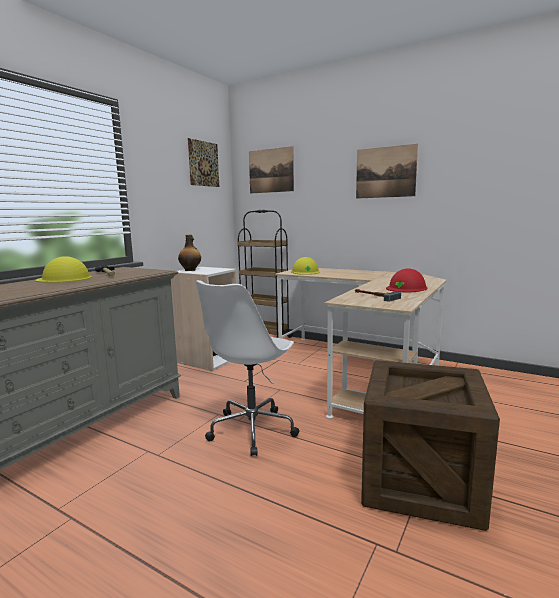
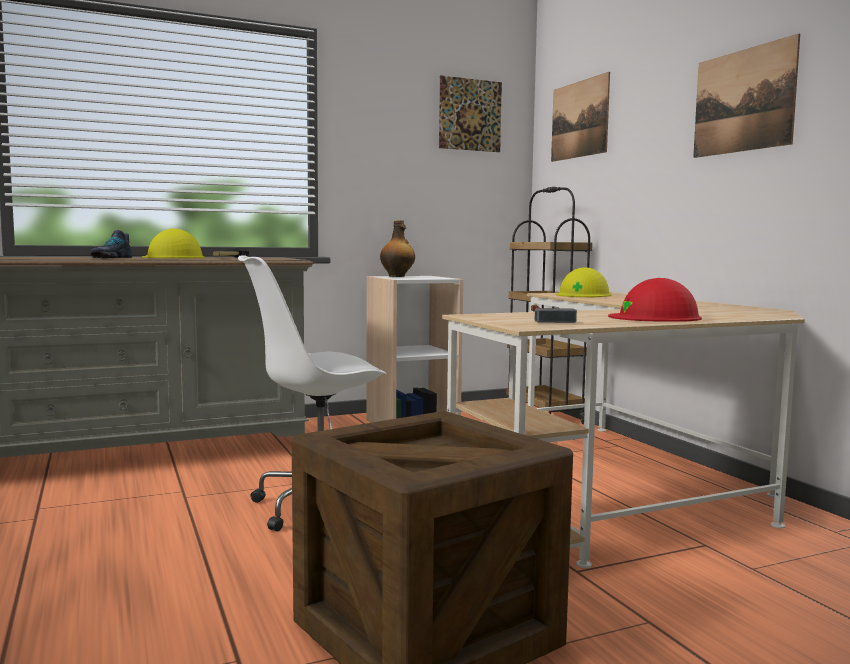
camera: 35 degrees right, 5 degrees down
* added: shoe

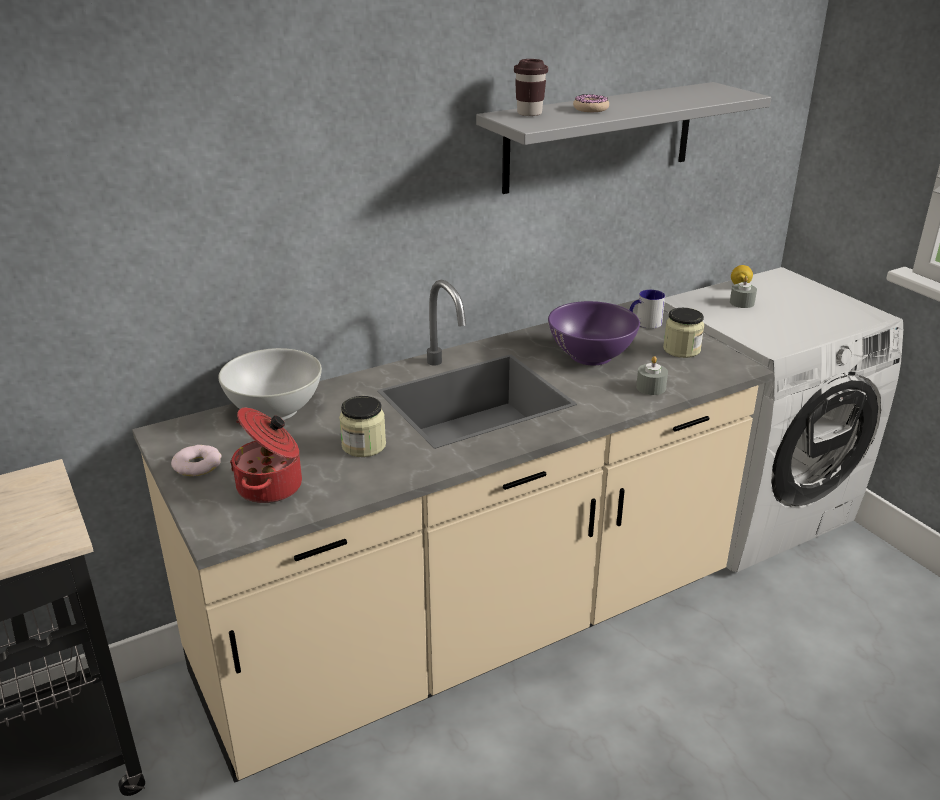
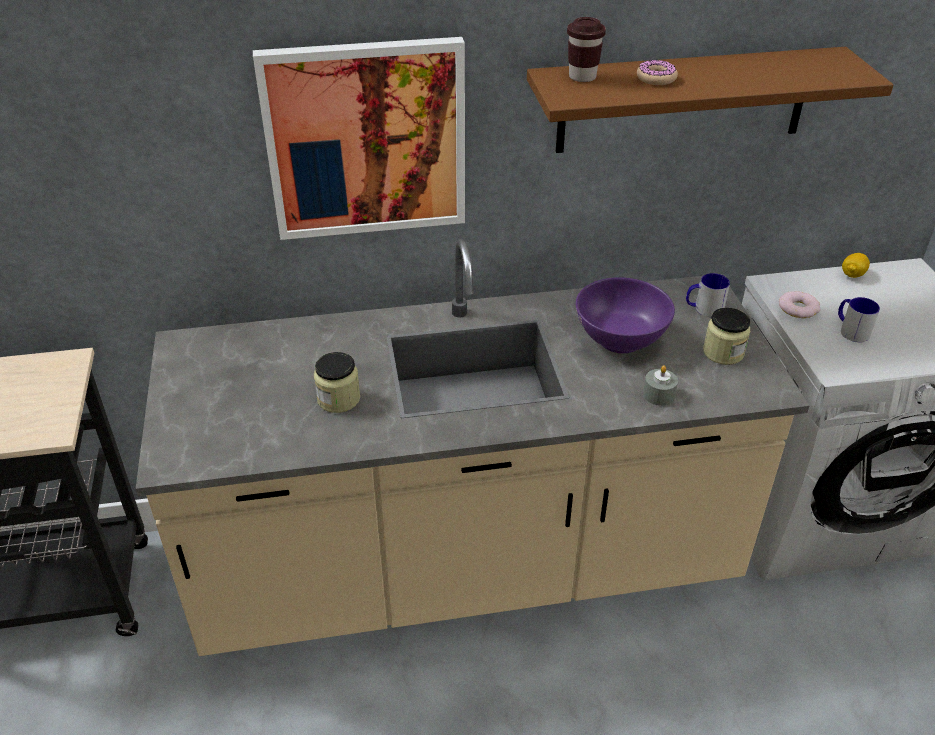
camera: 20 degrees right, 10 degrees up
* removed: serving bowl (white-coloured)
* removed: stockpot
* removed: candle (grey) (2nd from left)
* added: picture
* added: tea mug (2nd from left)
* moved: doughnut (1st from left in the first image) to doughnut (2nd from left)
* recoloured: bracket shelf (grey) to bracket shelf (brown-coloured)

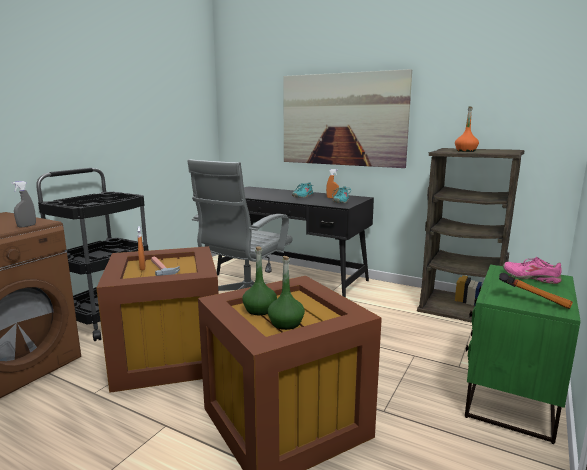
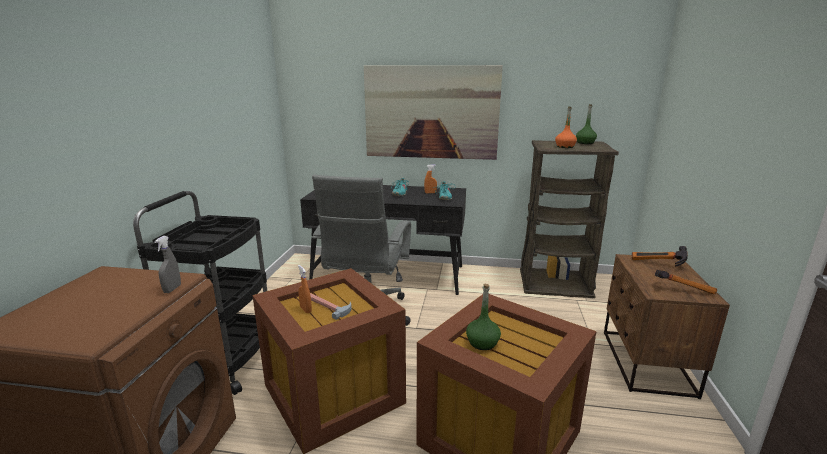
camera: 20 degrees left, 5 degrees up
* moved: bottle (green-coloured) (2nd from left)
* replaced: shoe (pinkish) to hand hammer (2nd from left)
* recoloured: nightstand (green-coloured) to nightstand (brown-coloured)

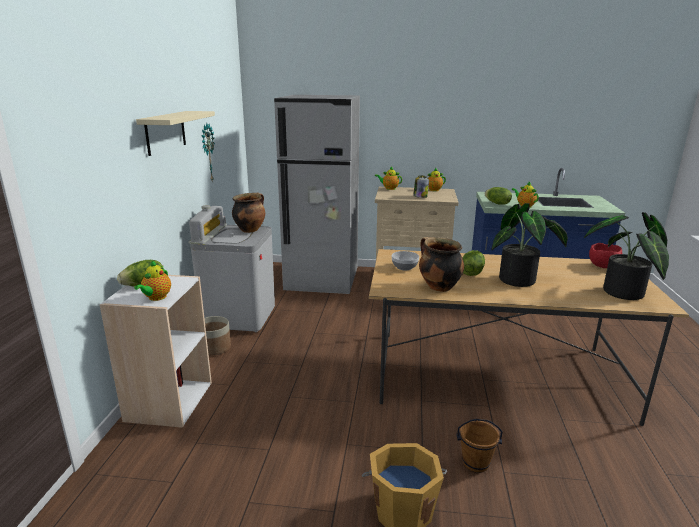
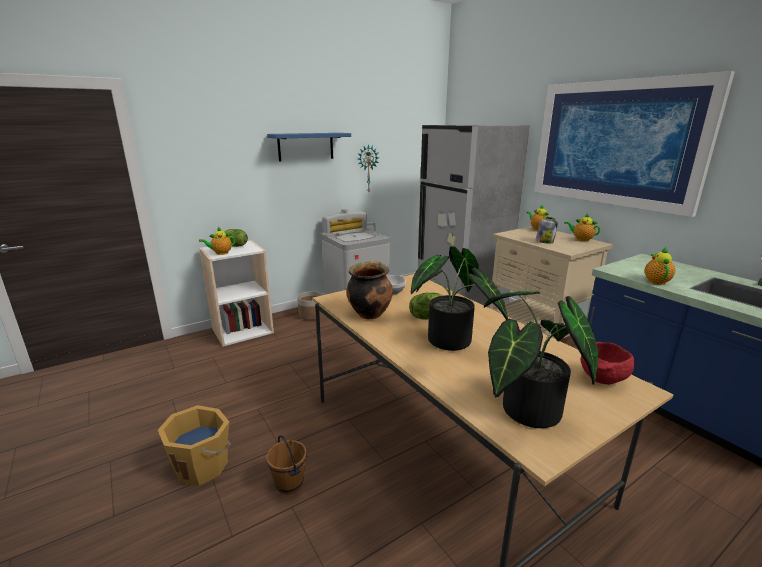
camera: 50 degrees right, 0 degrees up
* removed: stockpot (1st from left)
* removed: head of lettuce (3rd from left)
* added: picture
* recoloured: bracket shelf (sand-coloured) to bracket shelf (blue)

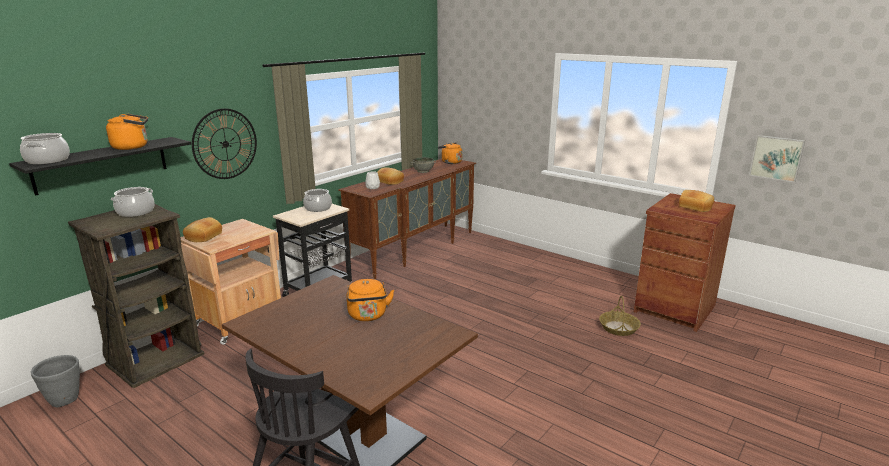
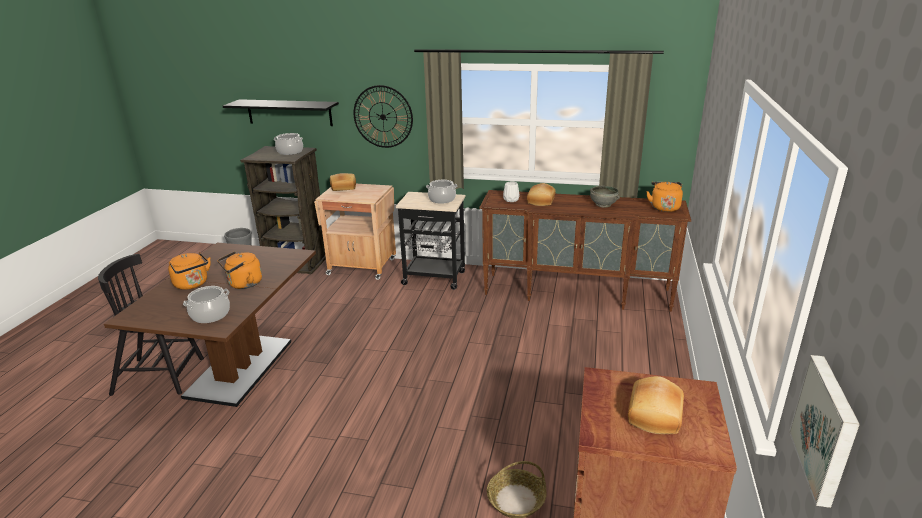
camera: 65 degrees right, 5 degrees up
* moved: stockpot (1st from left)
* moved: water kettle (orangey) (1st from left)

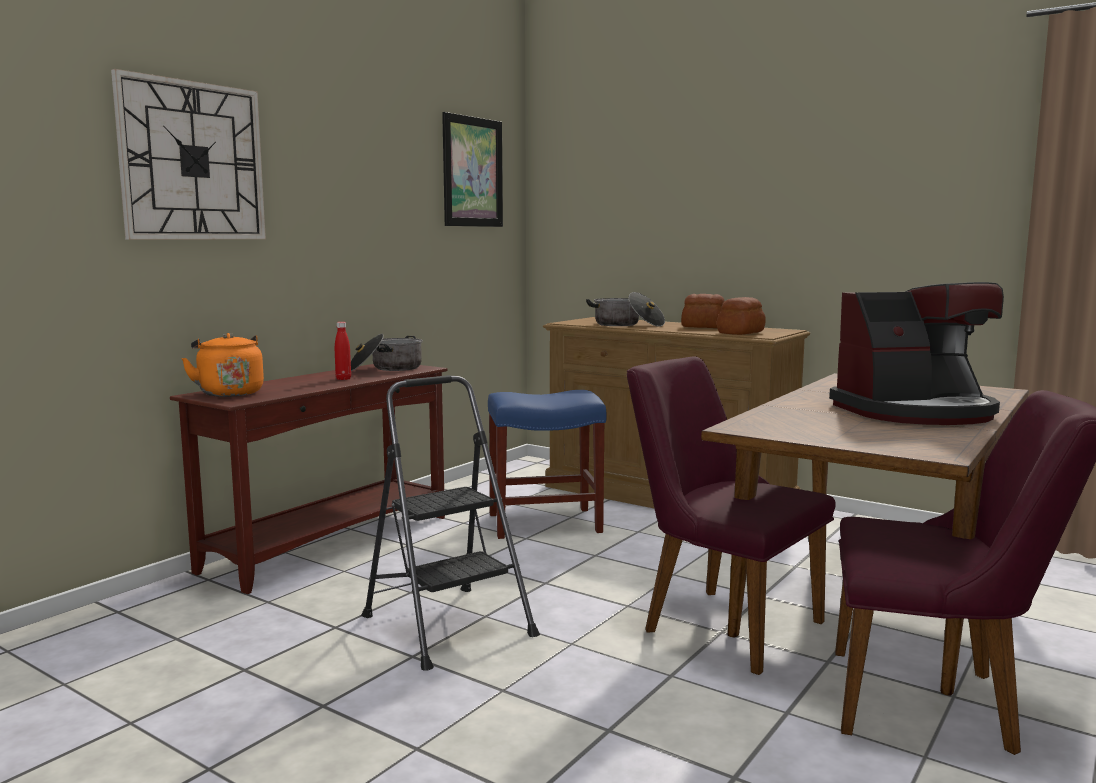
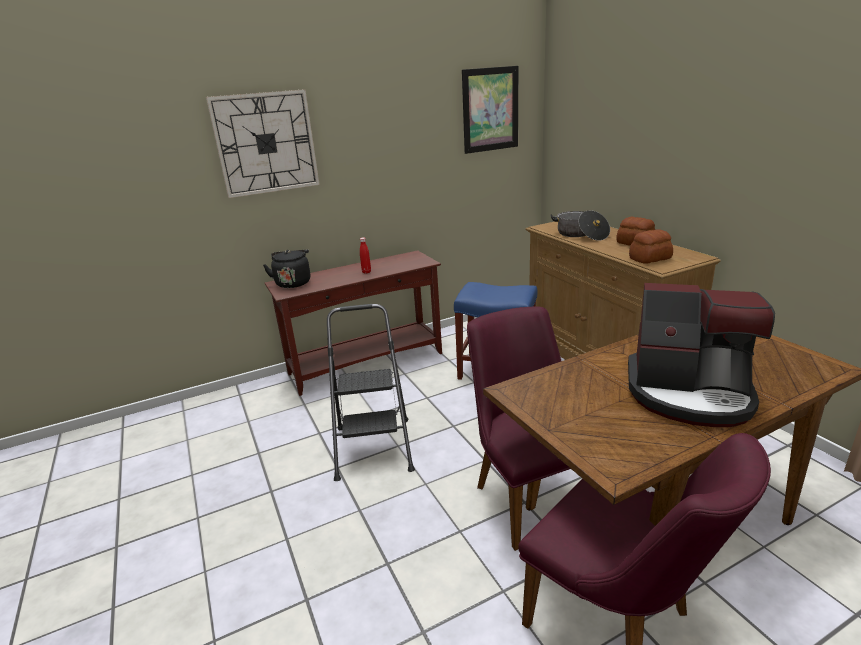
camera: 30 degrees right, 15 degrees up
* removed: stockpot (1st from left)
* recoloured: water kettle (orangey) to water kettle (black-coloured)

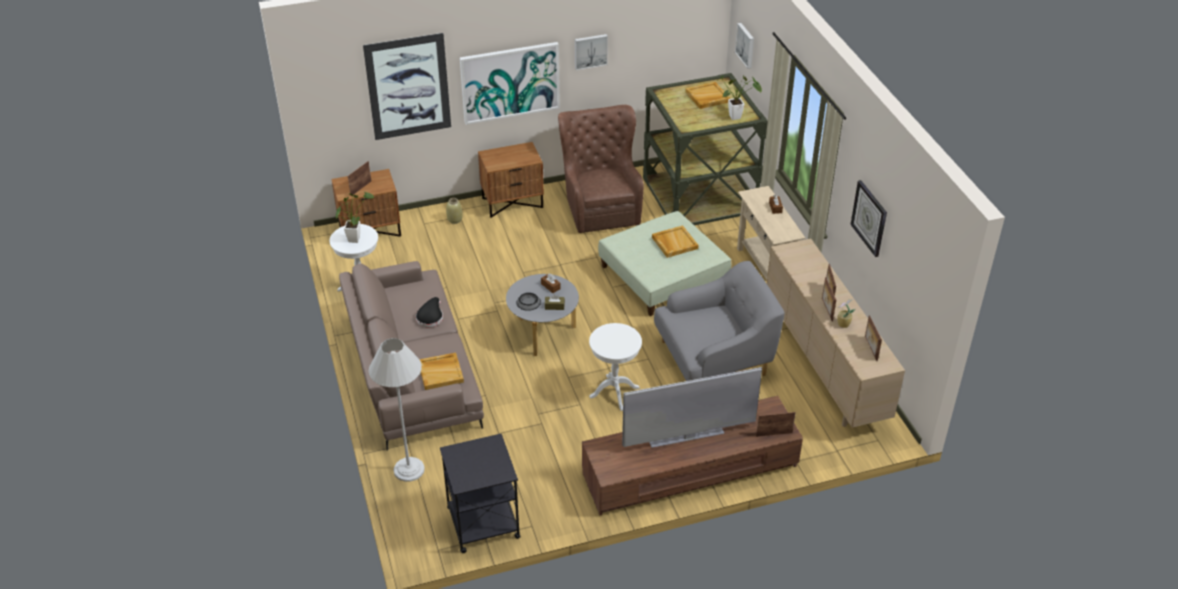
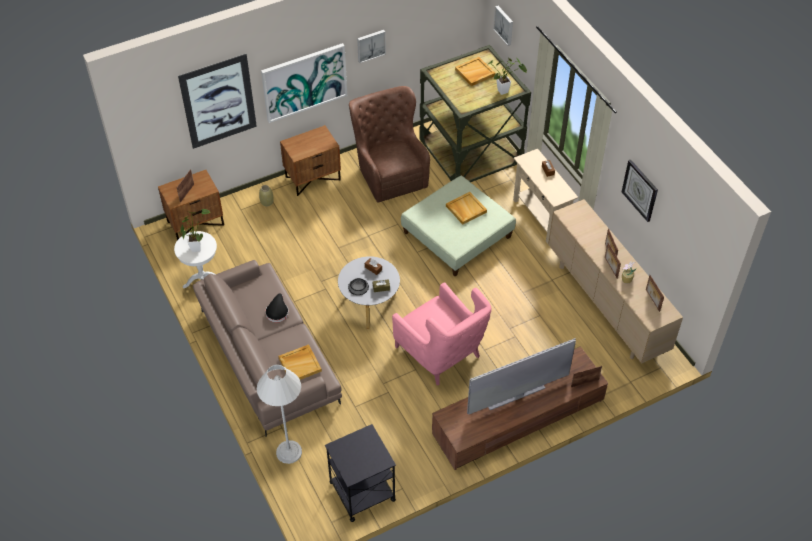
camera: 10 degrees left, 10 degrees up
* removed: lounge chair (grey)
* replaced: accent table (white-coloured) (2nd from left) to lounge chair (pinkish)

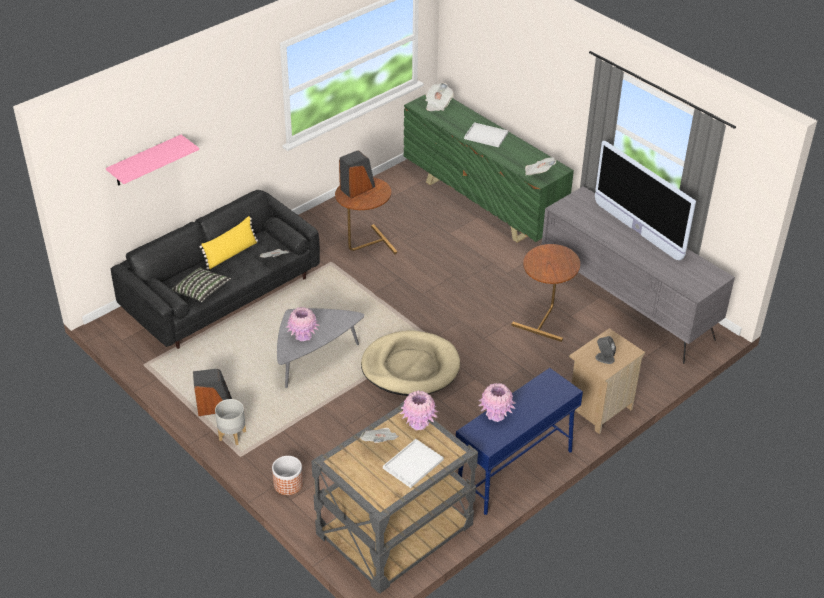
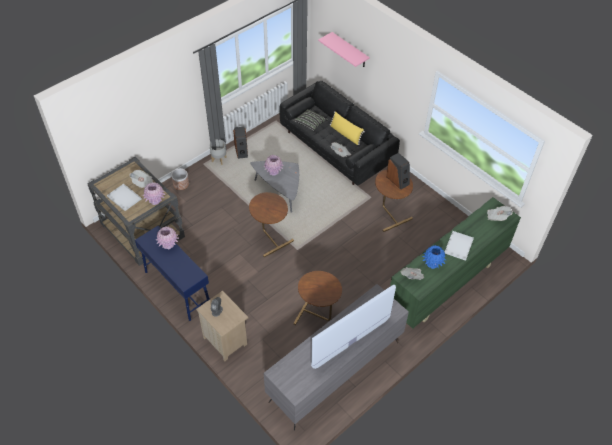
camera: 90 degrees right, 10 degrees up
* added: flower vase (blue)
* replaced: dog bed (sand-coloured) to accent table (brown-coloured) (1st from left)

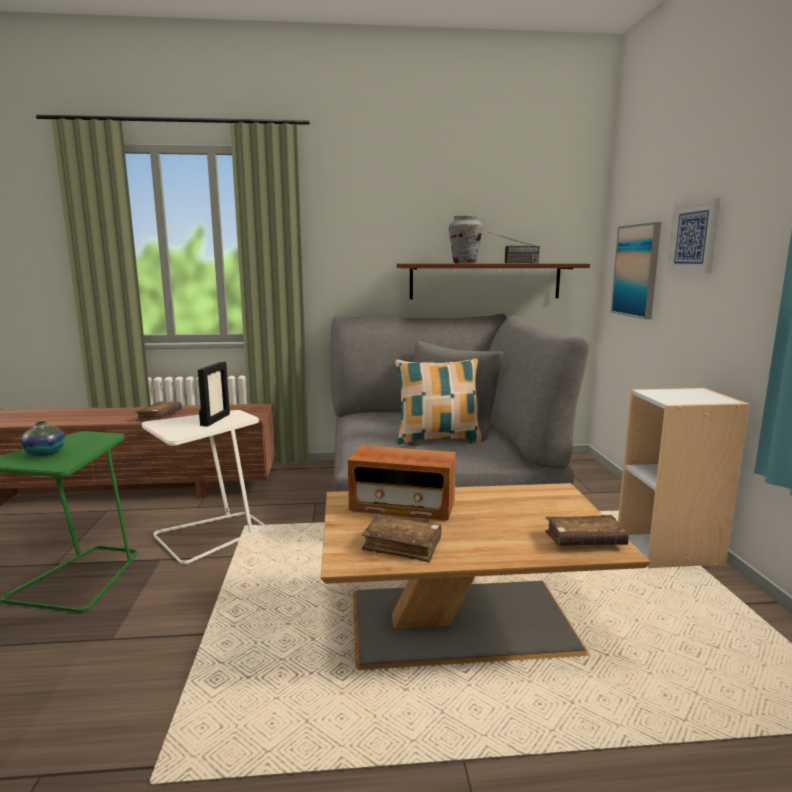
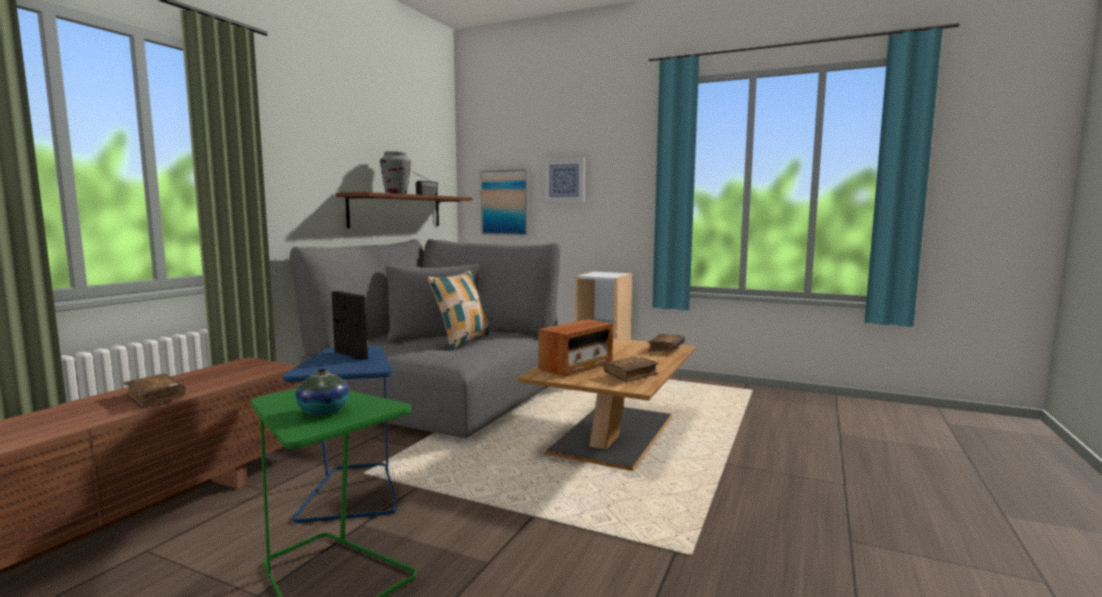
camera: 60 degrees left, 5 degrees down
* recoloured: accent table (white-coloured) to accent table (blue)

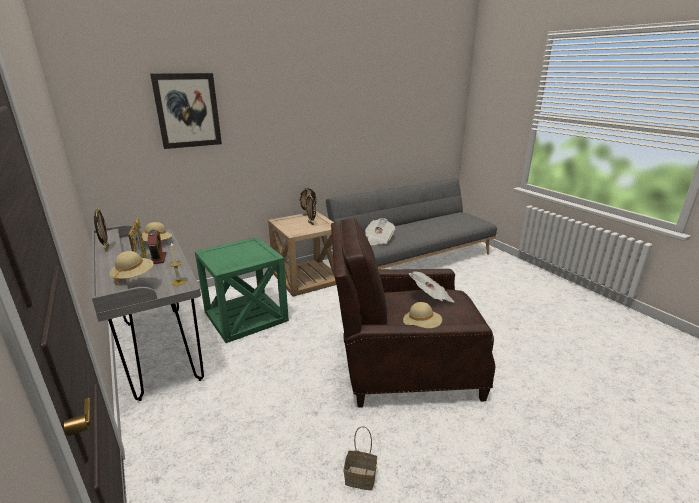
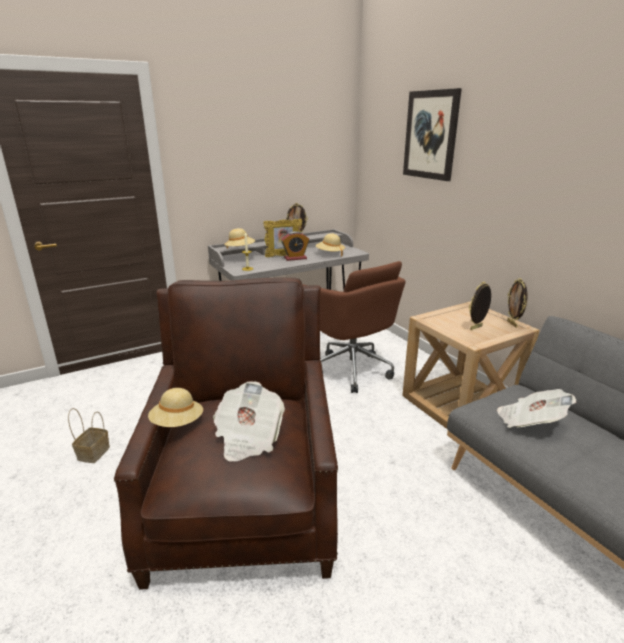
camera: 90 degrees right, 0 degrees up
* replaced: accent table (green-coloured) to computer chair (brown-coloured)

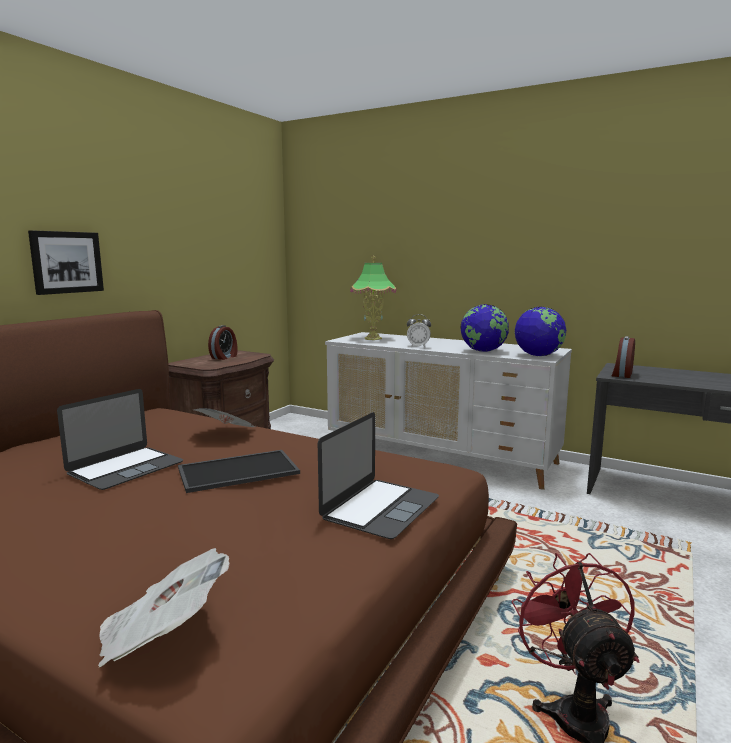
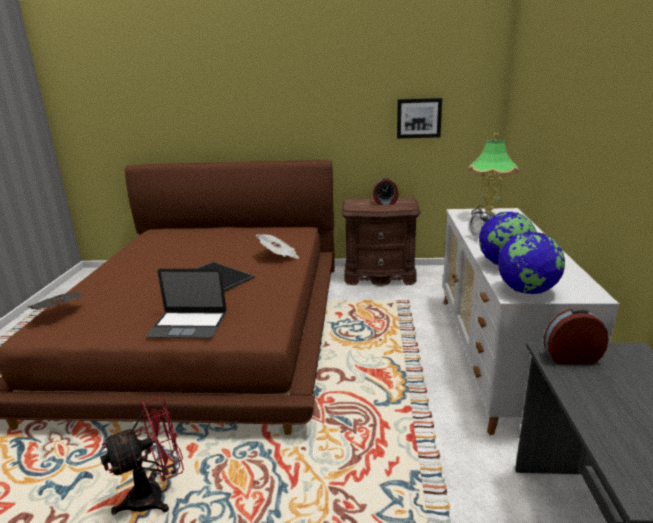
camera: 65 degrees right, 10 degrees up
* removed: notebook computer (1st from left)
* moved: picture

